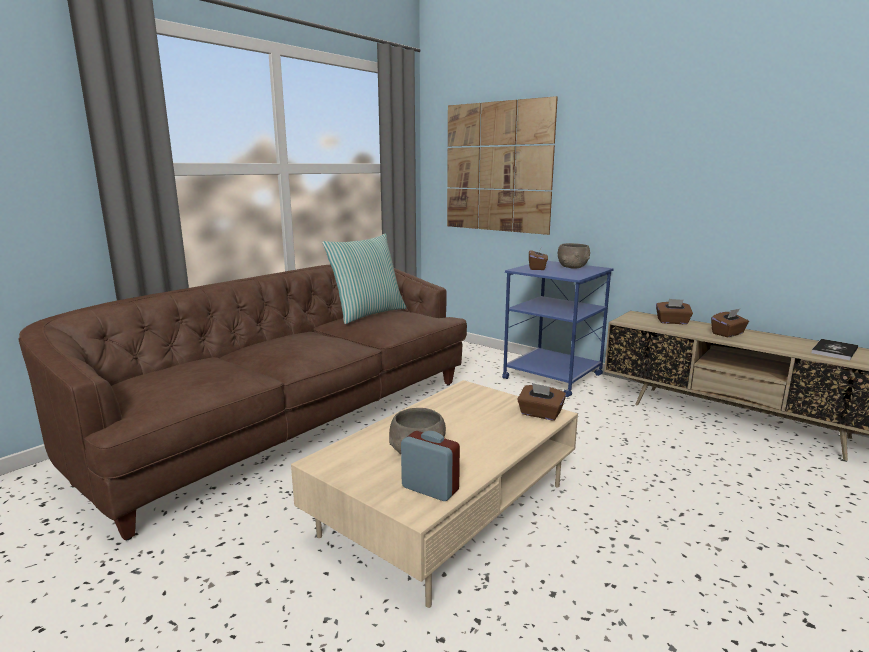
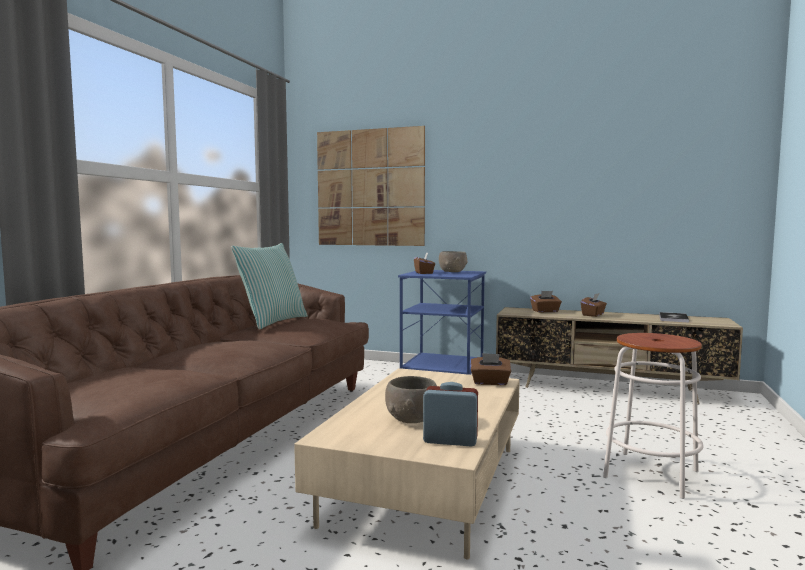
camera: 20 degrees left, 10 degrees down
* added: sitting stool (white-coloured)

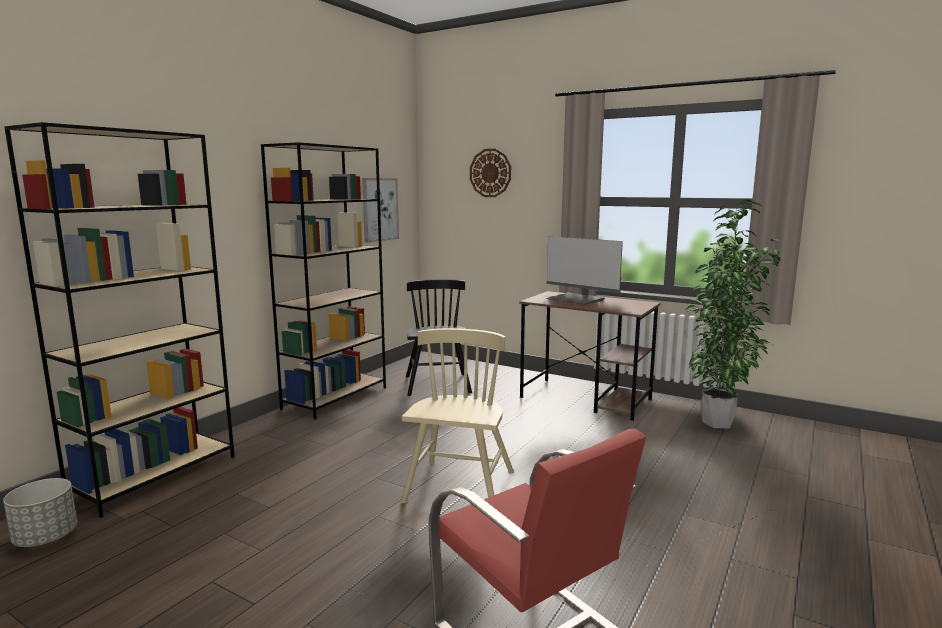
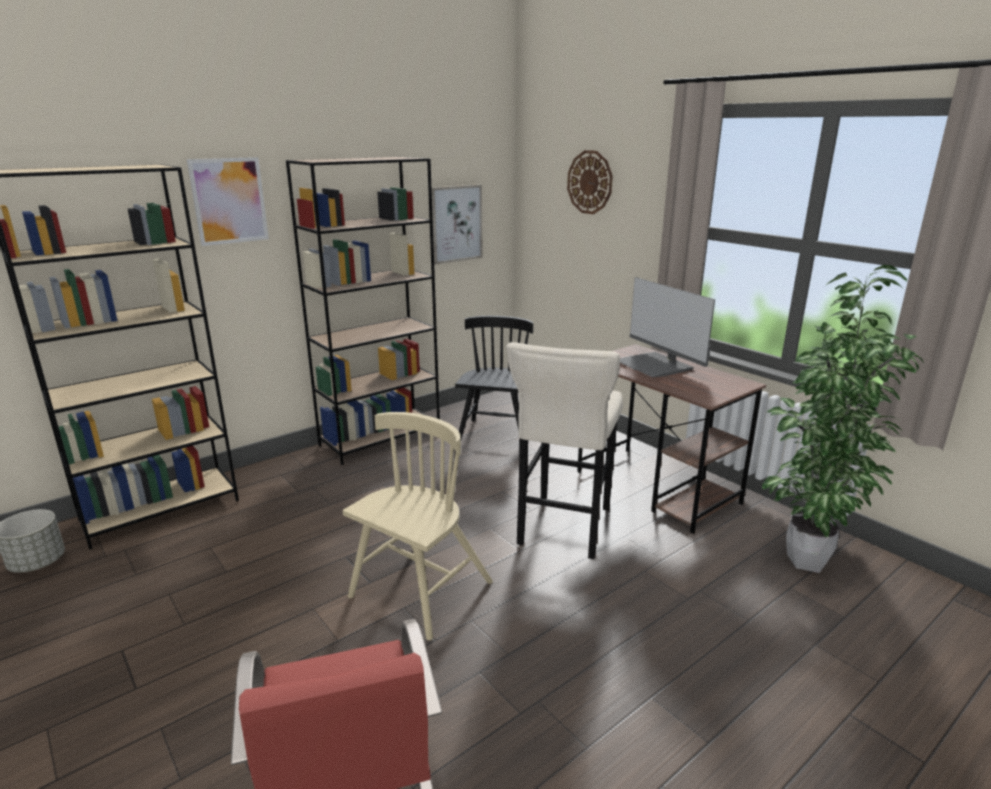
camera: 20 degrees right, 10 degrees up
* added: picture (1st from left)
* added: sitting stool (sand-coloured)

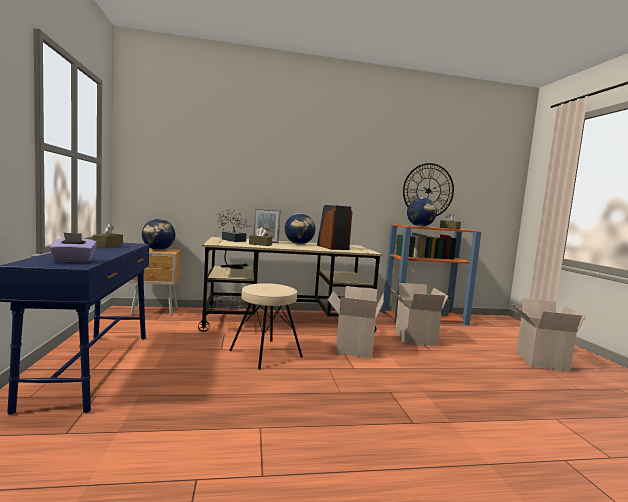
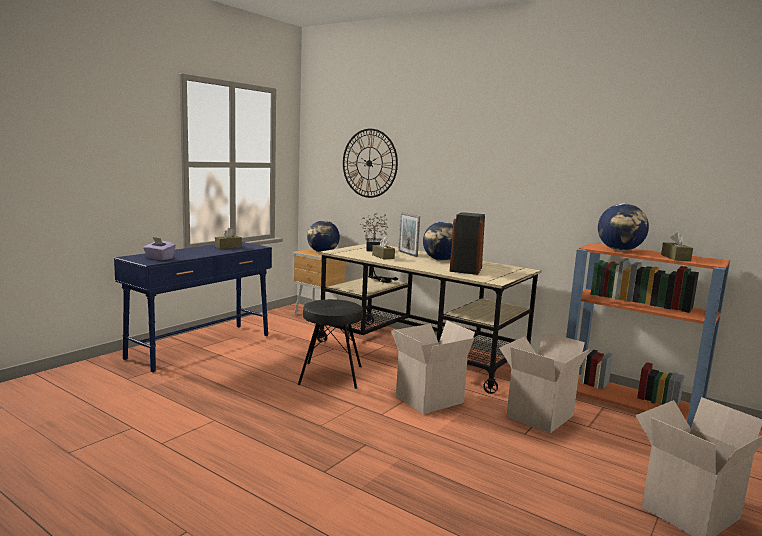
camera: 45 degrees right, 5 degrees up
* moved: clock on the wall
* recoloured: sitting stool (sand-coloured) to sitting stool (black-coloured)

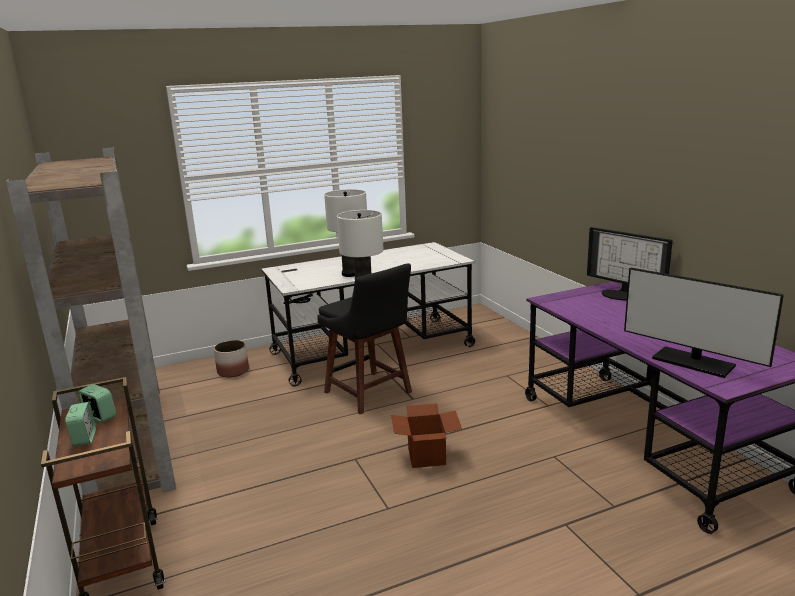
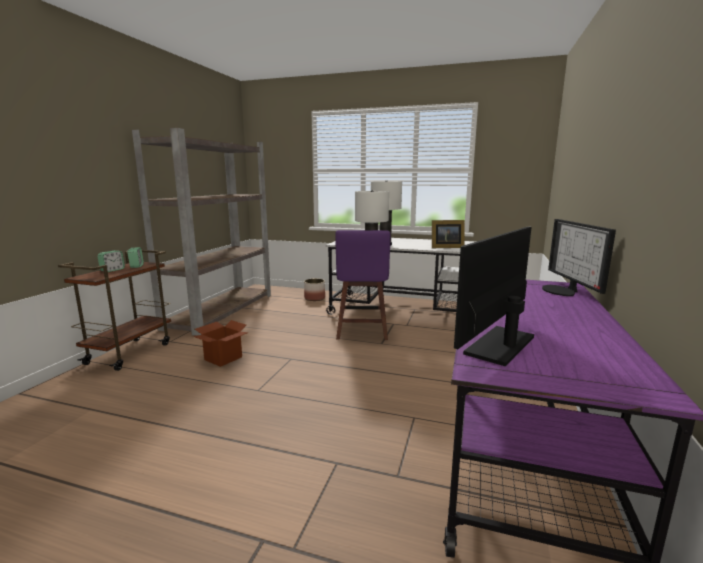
camera: 40 degrees right, 5 degrees down
* added: photo frame
* moved: cardboard box
* recoloured: sitting stool (black-coloured) to sitting stool (purplish)
* turned: computer display (2nd from left in the first image) 45 degrees clockwise

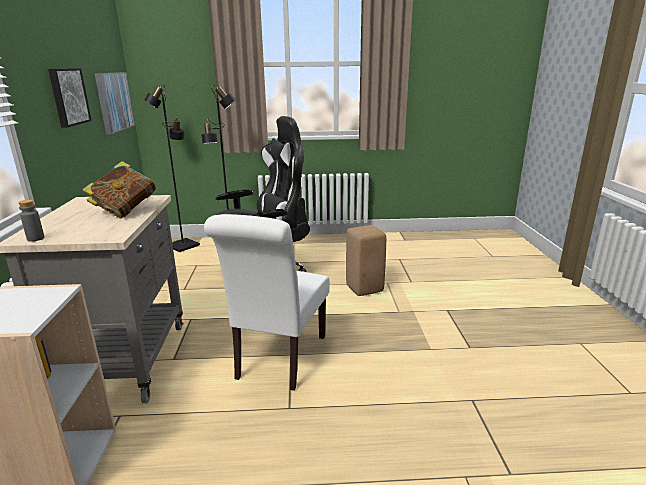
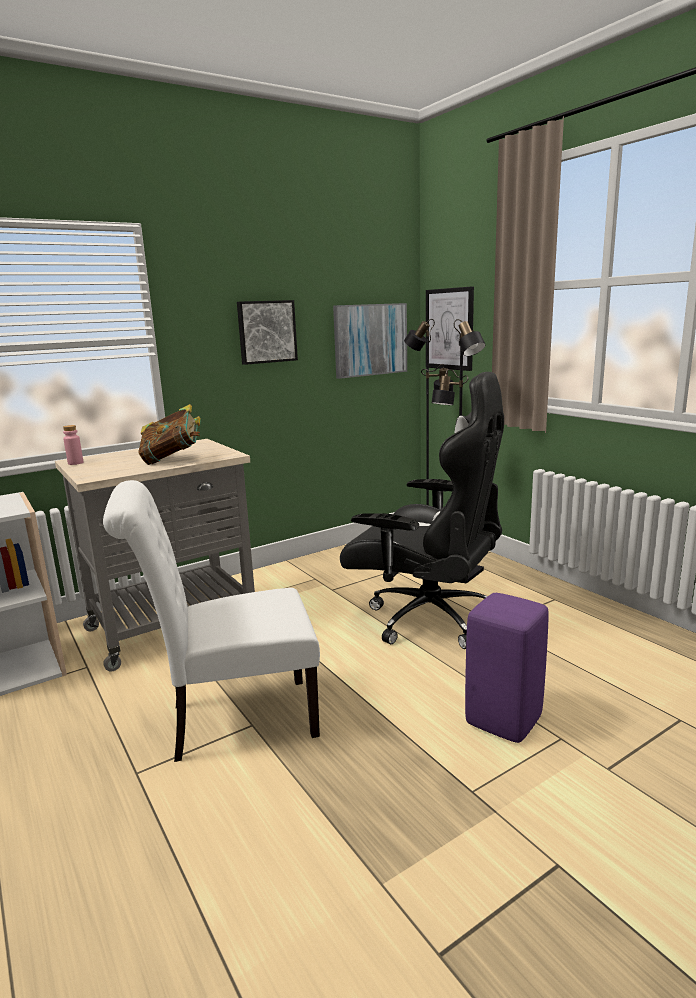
camera: 60 degrees right, 5 degrees down
* added: picture (3rd from left)
* recoloured: bottle (grey) to bottle (pinkish)
* recoloured: sitting stool (sand-coloured) to sitting stool (purplish)

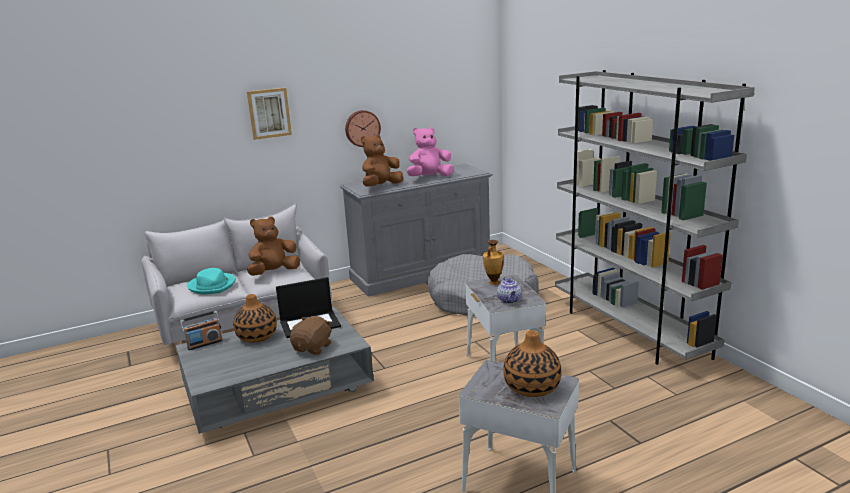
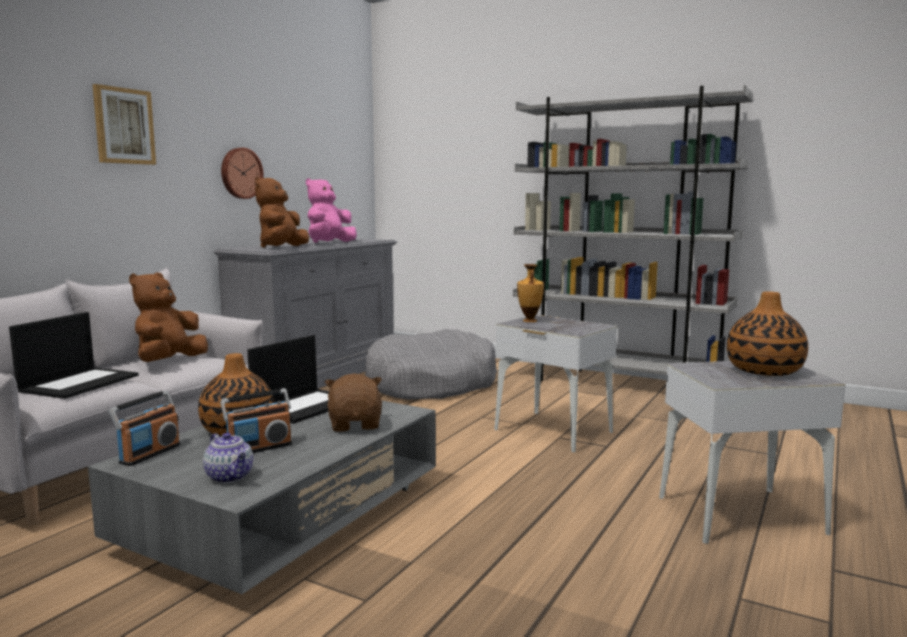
camera: 35 degrees left, 10 degrees down
* added: radio receiver (2nd from left)
* moved: tea pot
* replaced: hat (turquoise-coloured) to notebook computer (1st from left)

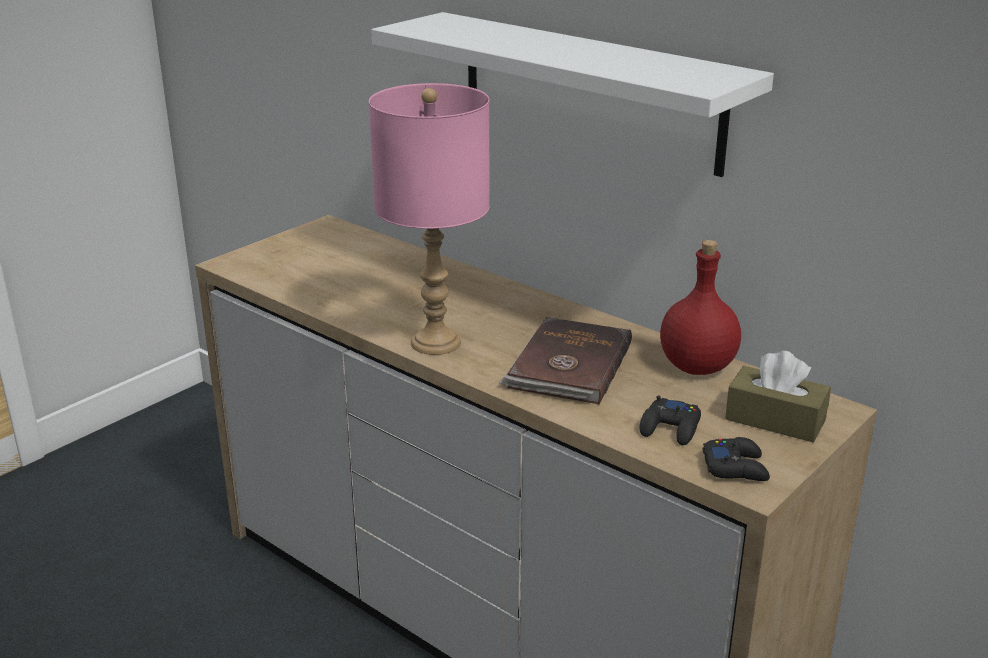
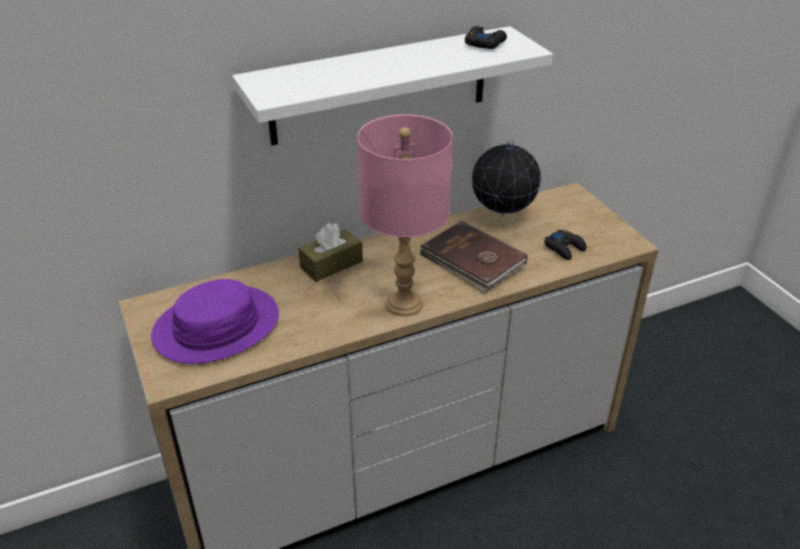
camera: 65 degrees left, 10 degrees up
* added: hat (purplish)
* moved: gamepad (black-coloured) (2nd from left in the first image) to gamepad (black-coloured) (1st from left)
* moved: tissue holder (brown-coloured)
* replaced: bottle (red) to desk globe

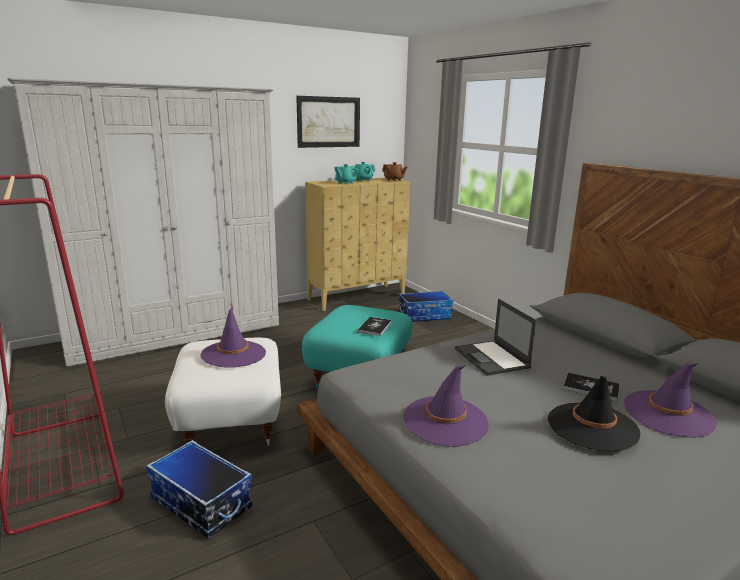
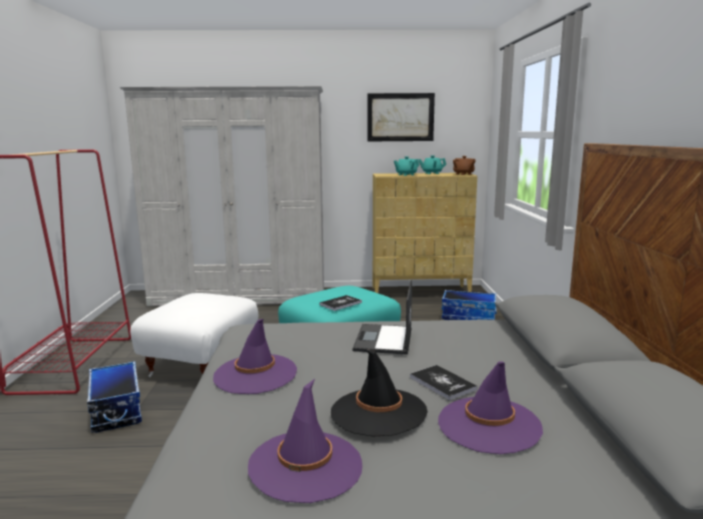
camera: 30 degrees right, 5 degrees down
* moved: hat (purplish) (1st from left in the first image) to hat (purplish) (2nd from left)

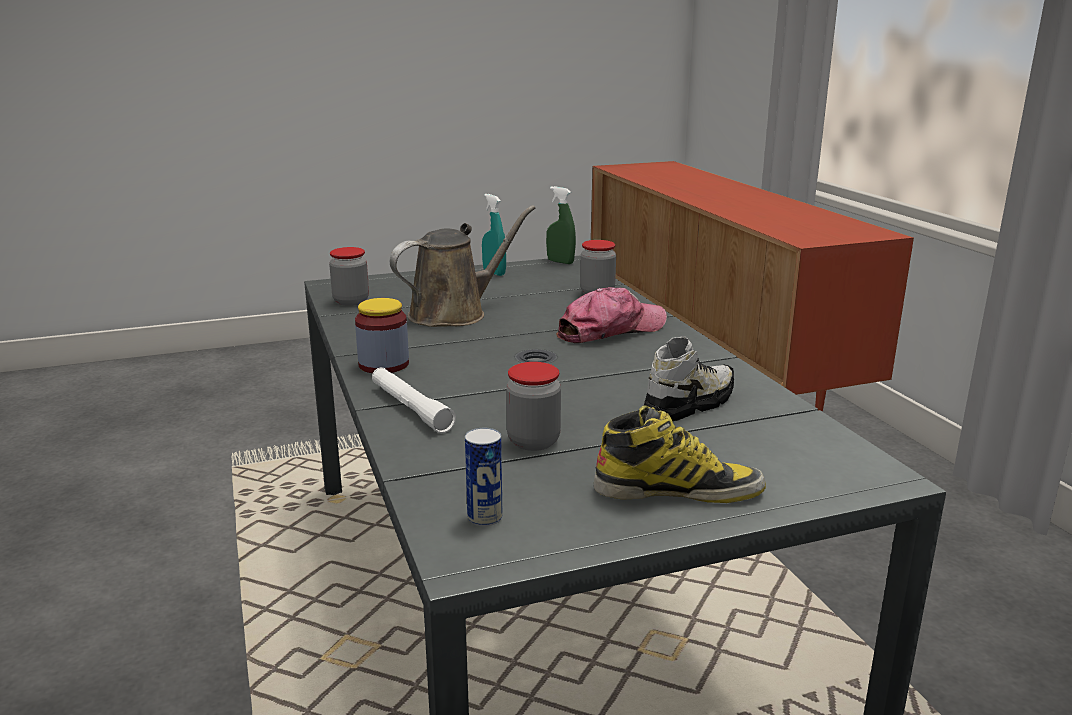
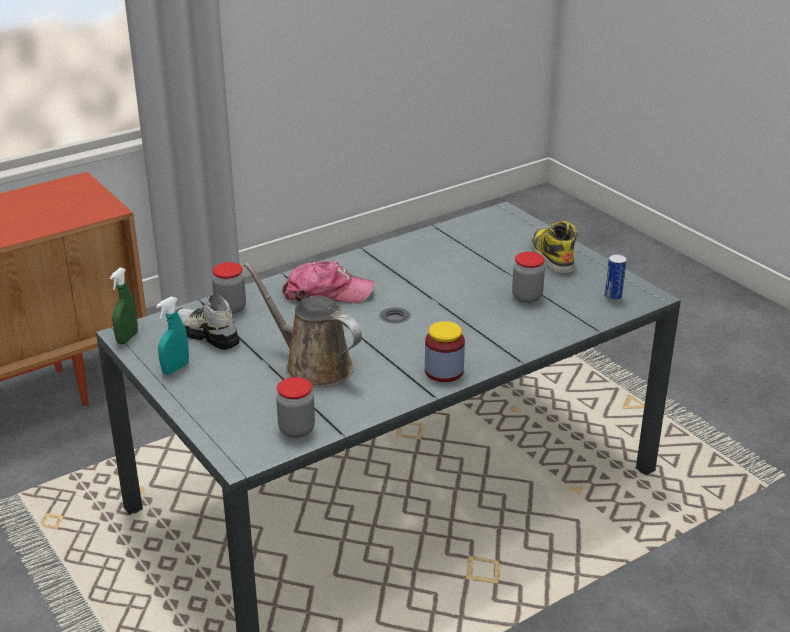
camera: 105 degrees left, 10 degrees up
* removed: torch (white-coloured)
* moved: shoe
* turned: cap 135 degrees clockwise

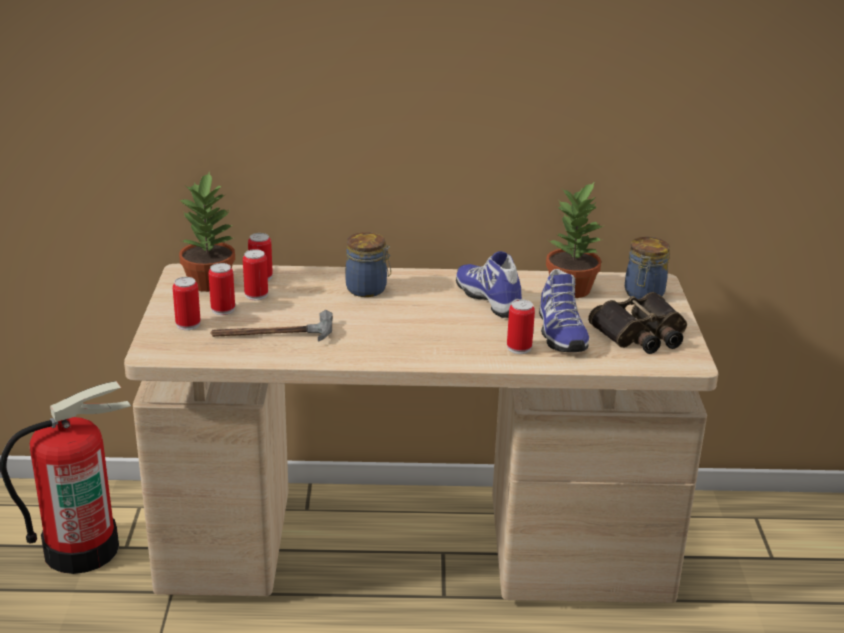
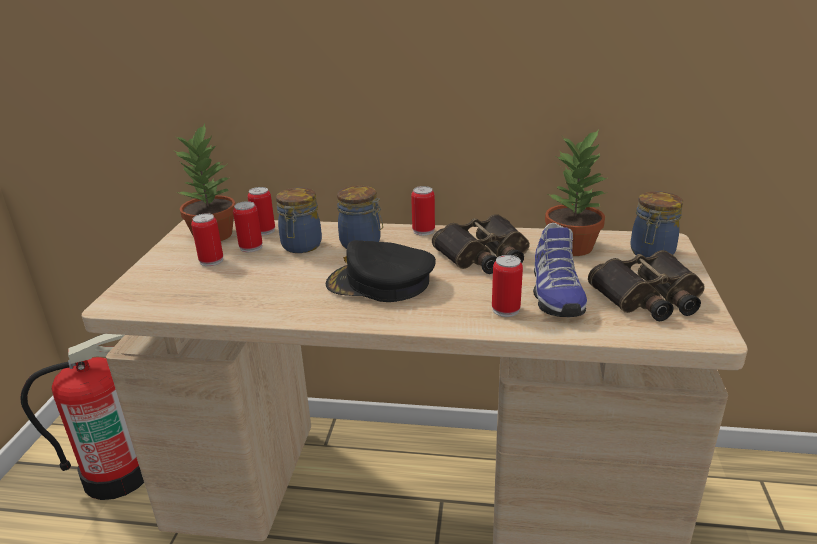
camera: 10 degrees right, 0 degrees up
* removed: hand hammer
* added: preserve jar (1st from left)
* added: cap (black-coloured)
* moved: sealed can (1st from left in the first image) to sealed can (4th from left)
* replaced: shoe (1st from left) to field glasses (1st from left)

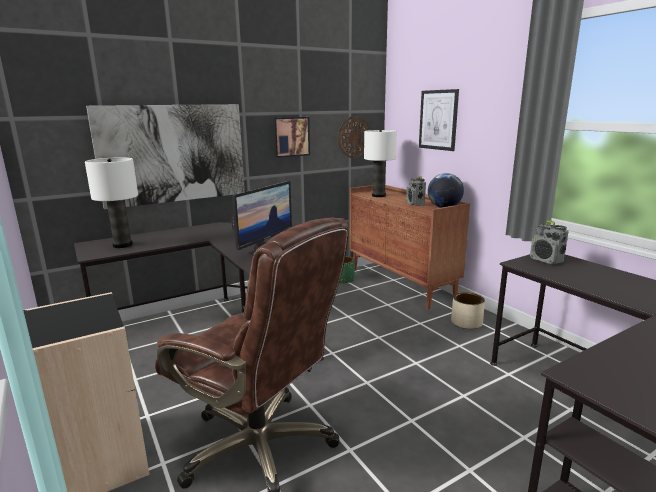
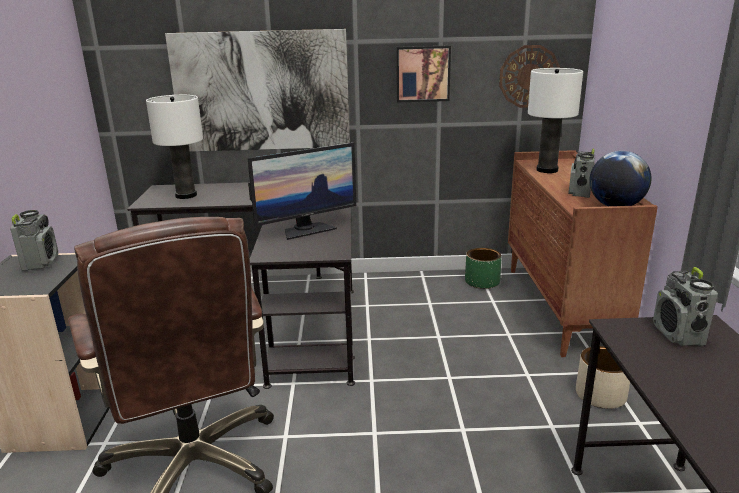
camera: 30 degrees right, 5 degrees up
* removed: picture (3rd from left)
* added: radio receiver (1st from left)

